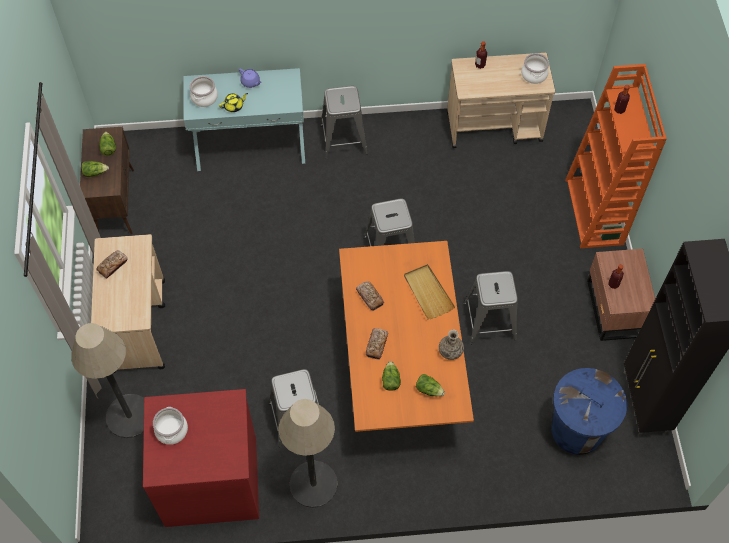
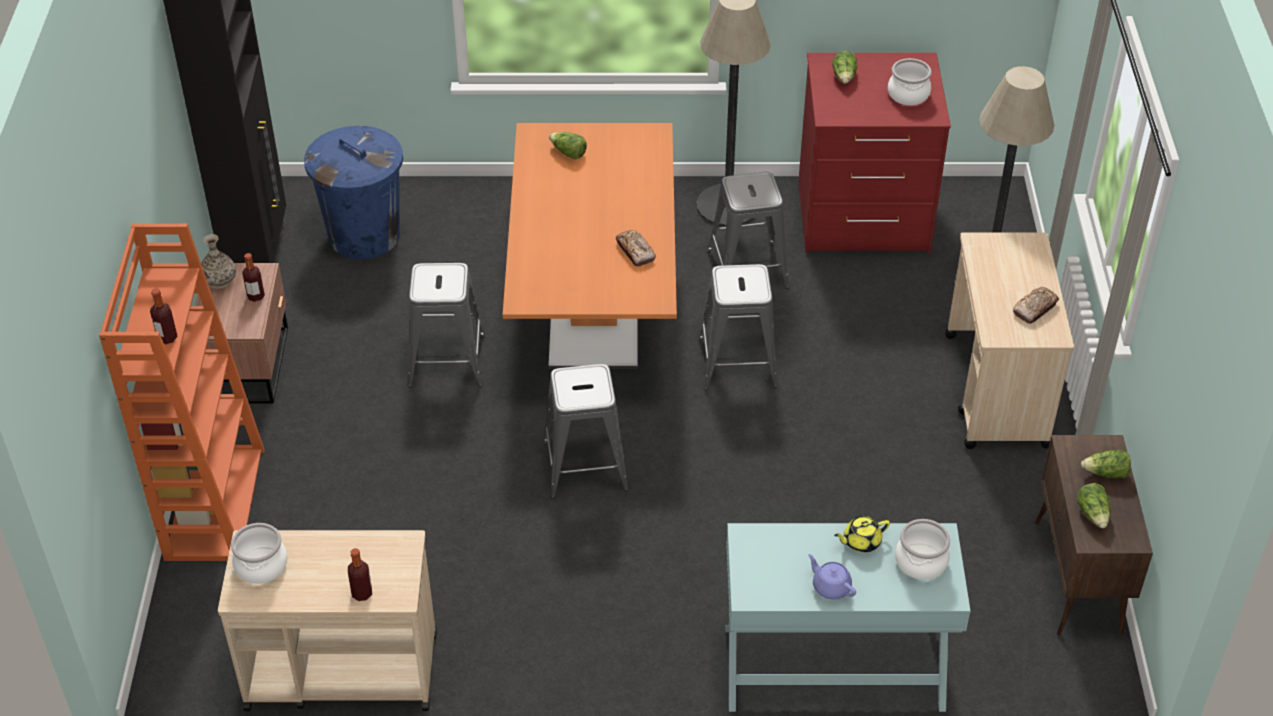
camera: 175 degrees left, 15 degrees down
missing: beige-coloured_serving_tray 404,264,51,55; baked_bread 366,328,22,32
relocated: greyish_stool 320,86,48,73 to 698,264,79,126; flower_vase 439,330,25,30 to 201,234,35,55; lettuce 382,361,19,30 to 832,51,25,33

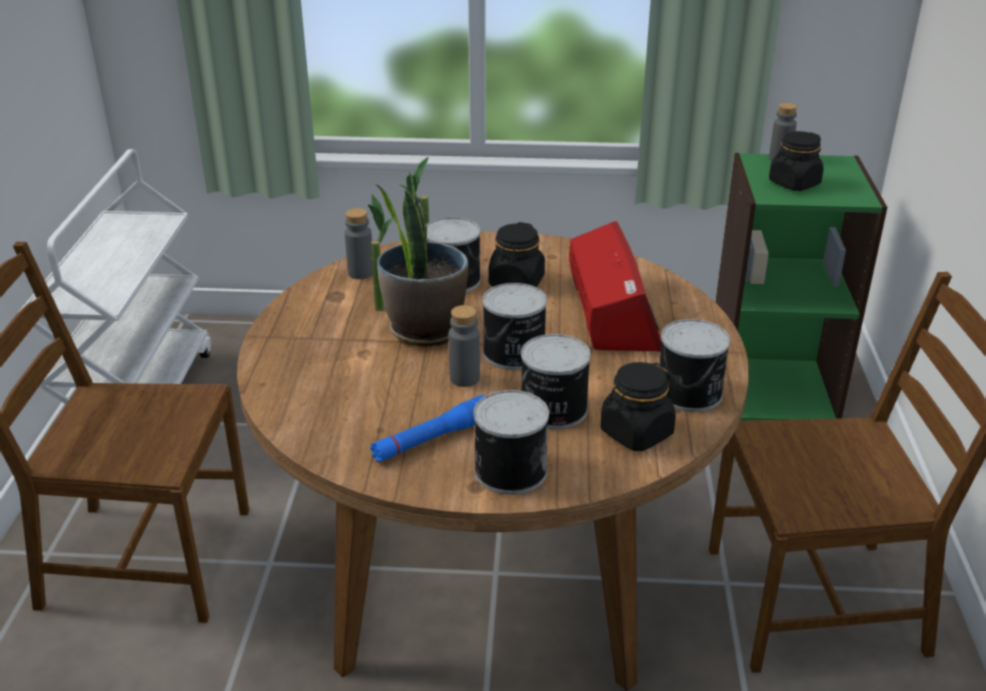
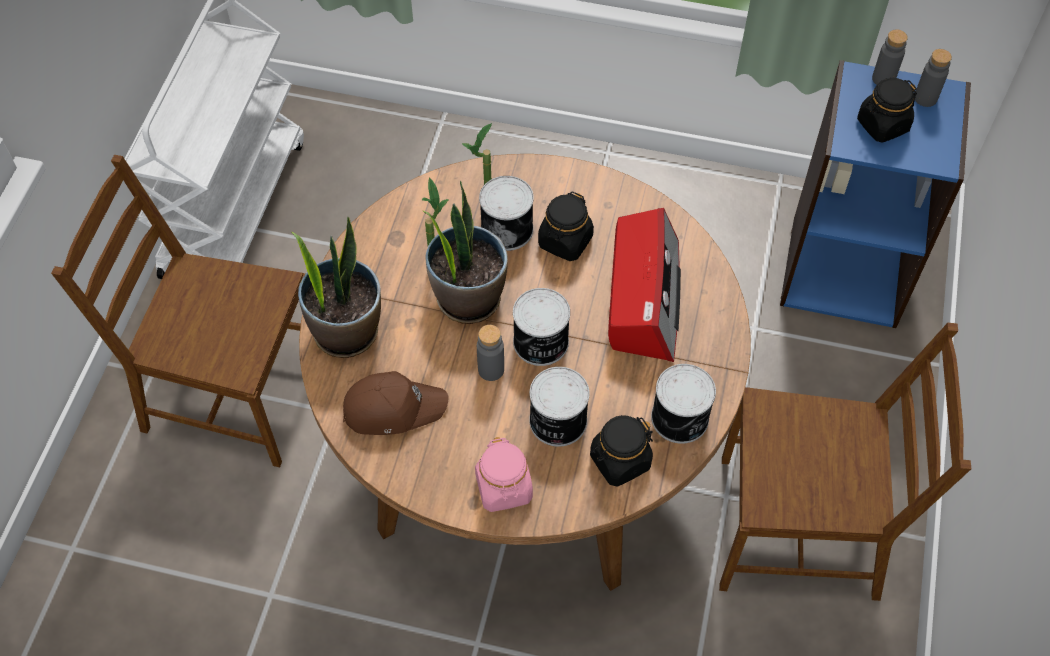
camera: 10 degrees right, 25 degrees up
missing: bluish_torch 370,395,115,67
appeared: houseplant 292,216,89,142; brown-coloured_peaked_cap 343,371,106,64
relocated: greyish_drink_bottle 345,208,28,71 to 915,49,37,58
exchanged: can 474,390,75,105 to pink-coloured_preserve_jar 475,437,58,75
colour: greenish_bookcase 715,153,172,267 to bluish_bookcase 780,60,191,268

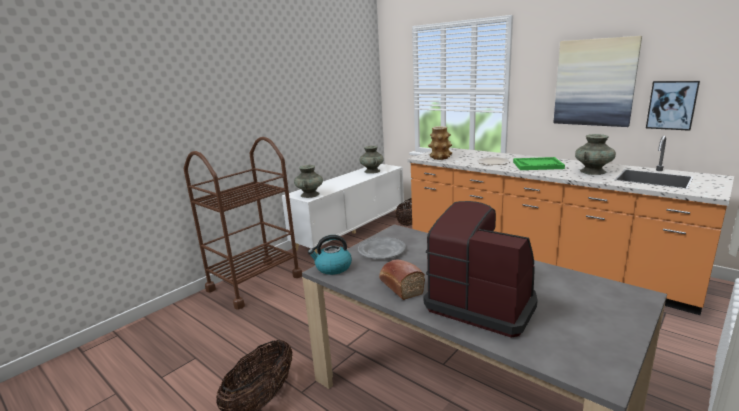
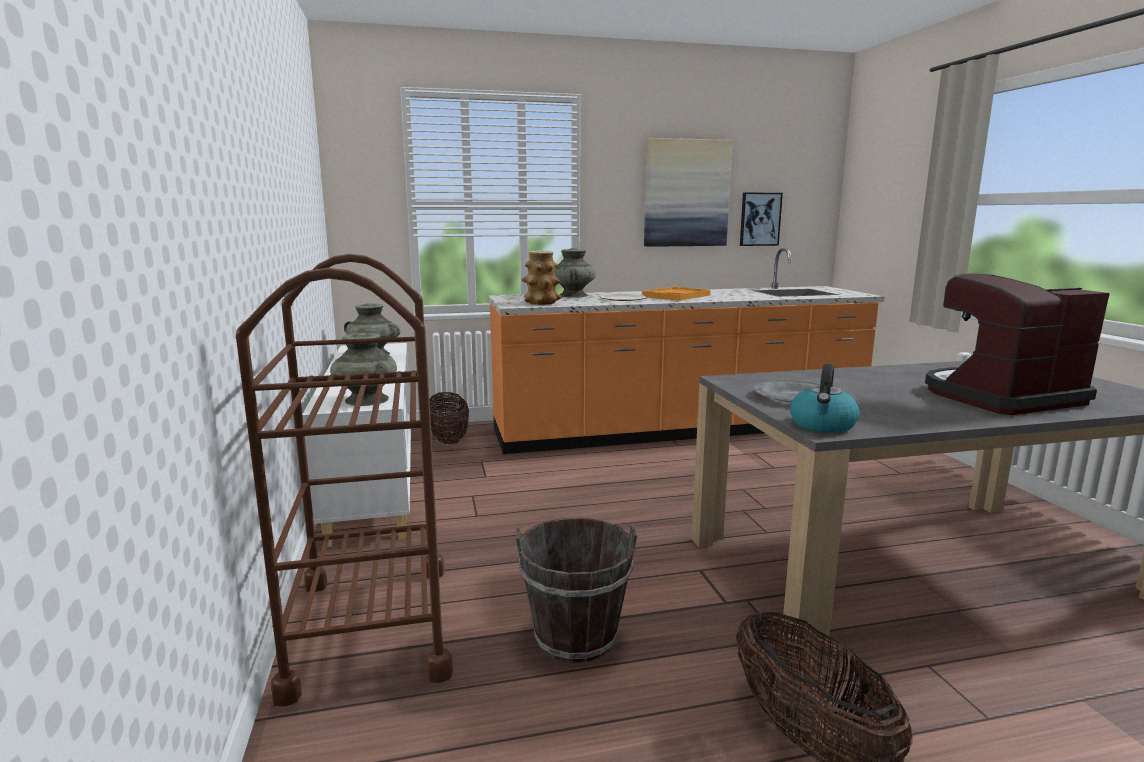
camera: 55 degrees left, 5 degrees down
missing: baked_bread 379,260,46,40
appeared: brown-coloured_bucket 516,518,121,145
relocated: blue-green_flower_vase 575,134,41,41 to 554,248,42,50
colour: greenish_serving_tray 513,157,52,13 to orange-coloured_serving_tray 642,287,68,14

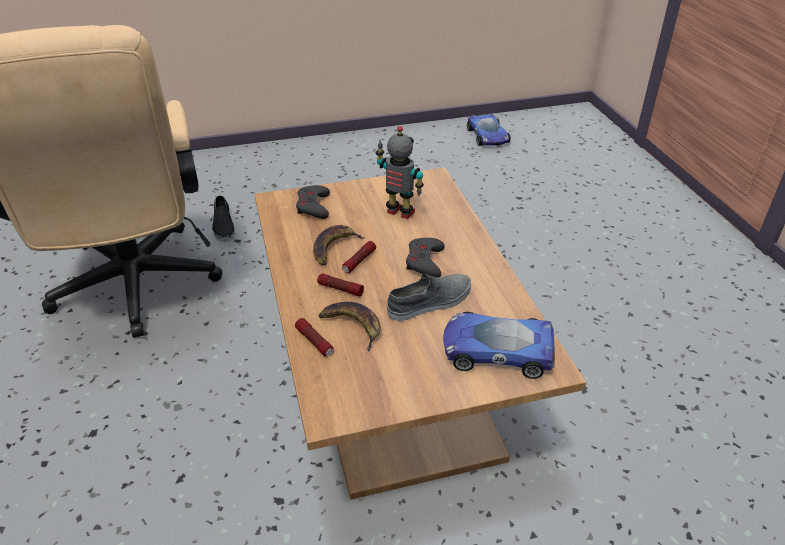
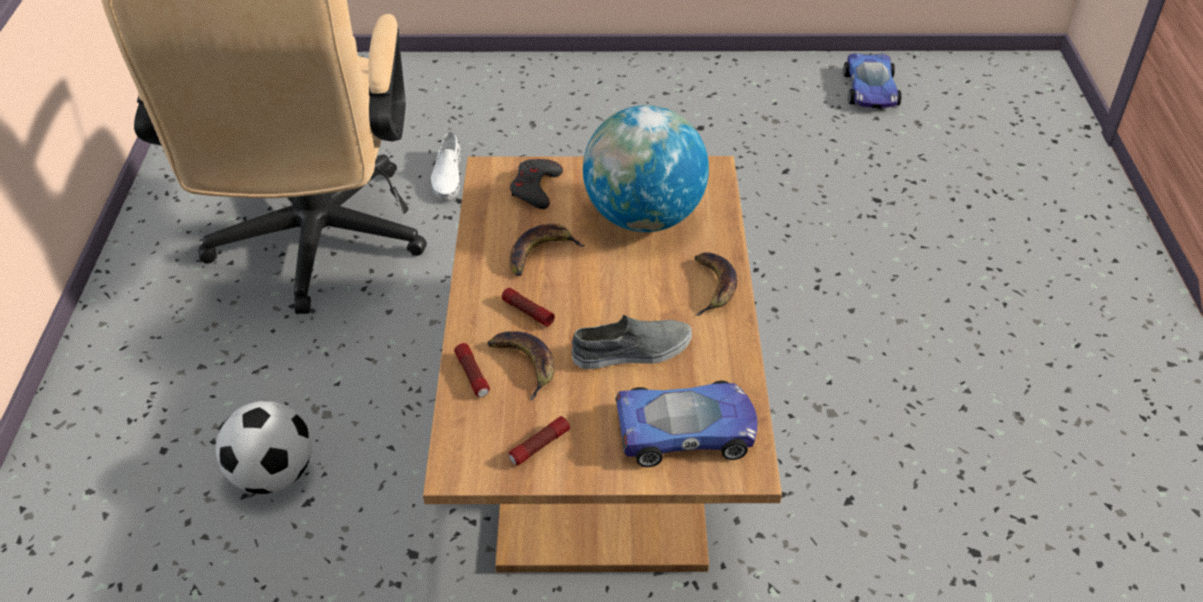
camera: 15 degrees right, 5 degrees up
missing: greyish_joypad 406,238,39,39
appeared: banana_fruit 694,252,43,64; football 216,401,96,93
relocated: torch 342,241,34,32 to 508,416,62,49
exchanged: robot_figure 376,126,48,93 to world_globe 583,105,126,127
colour: blackish_item_of_footwear 212,195,23,47 to white-coloured_item_of_footwear 431,132,30,69
spun: miniature_car 443,312,112,67 = 615,381,143,86 150 degrees clockwise

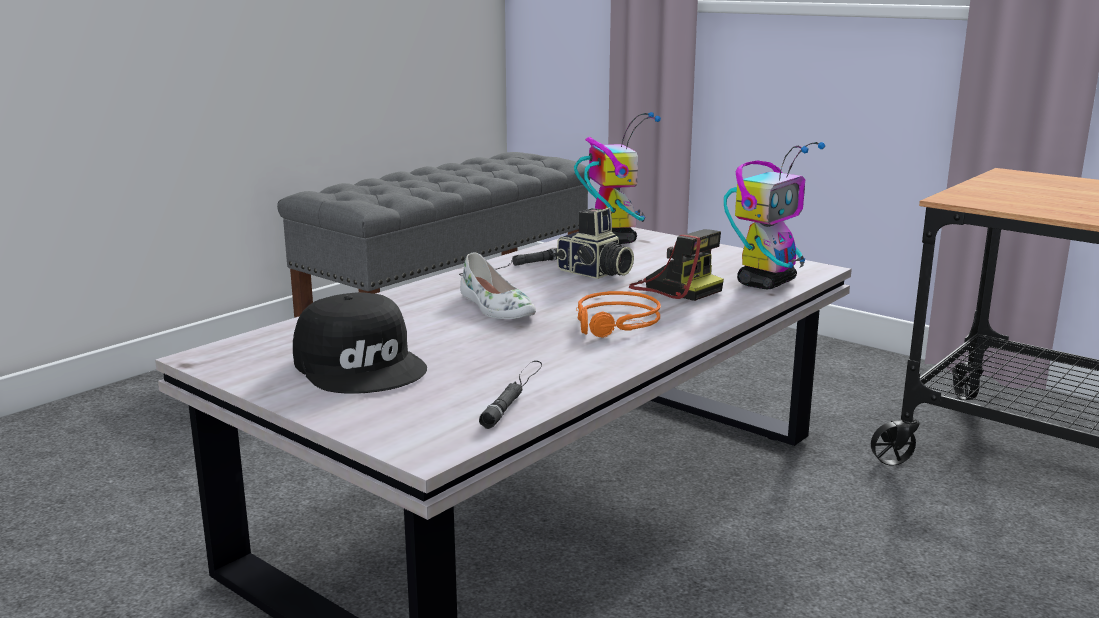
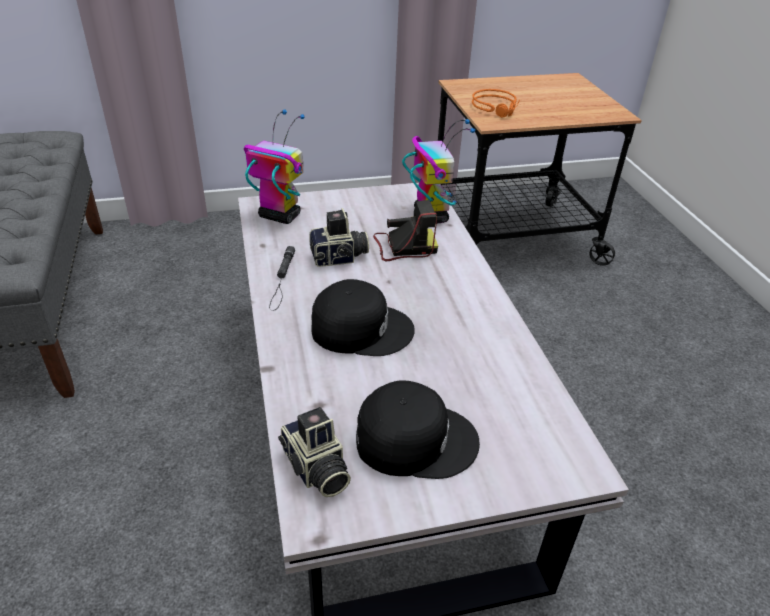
camera: 55 degrees left, 20 degrees up
missing: blackish_torch 479,361,63,68
appeared: photo_camera 278,407,73,90
relocated: orange-coloured_headphones 576,291,85,47 to 472,89,48,29
exchanged: white-coloured_item_of_footwear 460,252,76,67 to blackish_peaked_cap 311,279,104,77

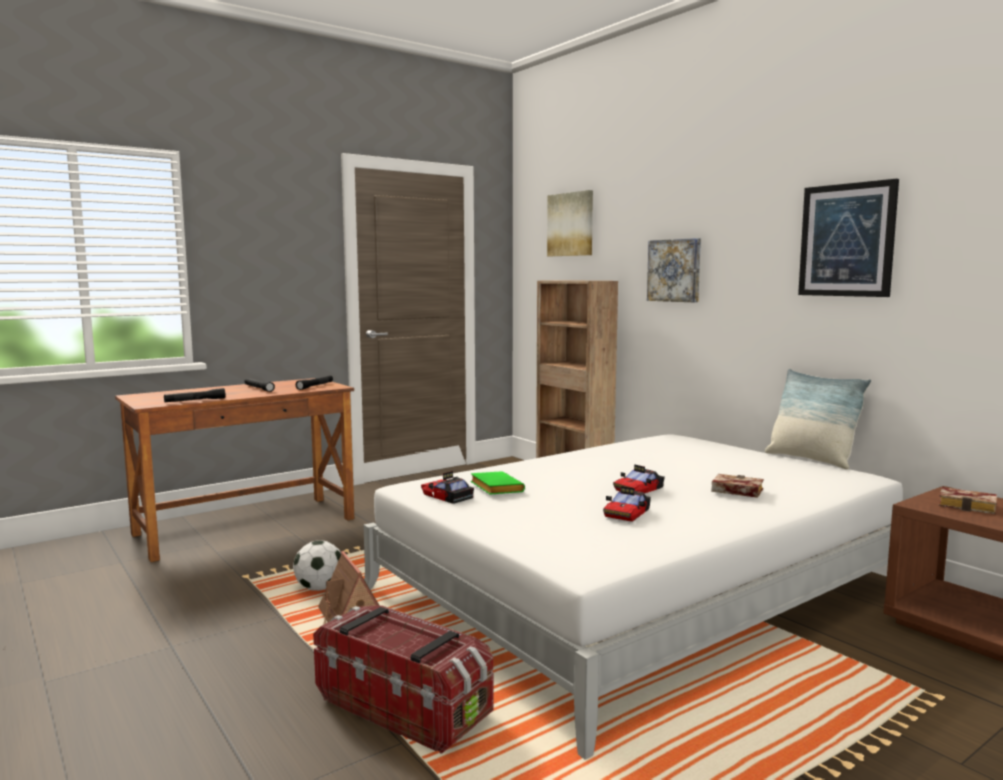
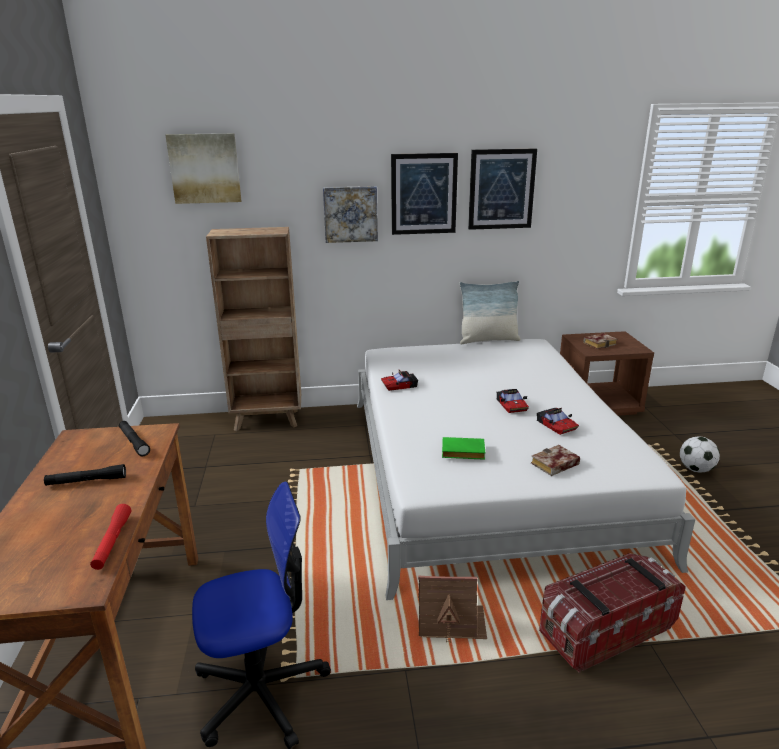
camera: 60 degrees left, 15 degrees up
appeared: wall_art 391,153,67,82; office_chair 192,481,139,268
relocated: miniature_car 421,471,53,33 to 381,370,37,21; book 711,474,53,24 to 531,445,49,31; football 293,540,48,51 to 680,436,40,36
colour: blackish_torch 164,388,62,15 to reddish_torch 90,504,42,66

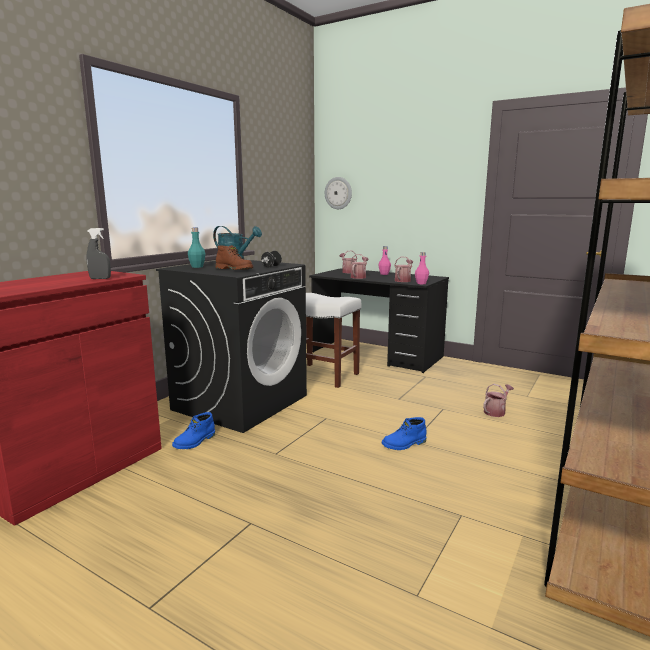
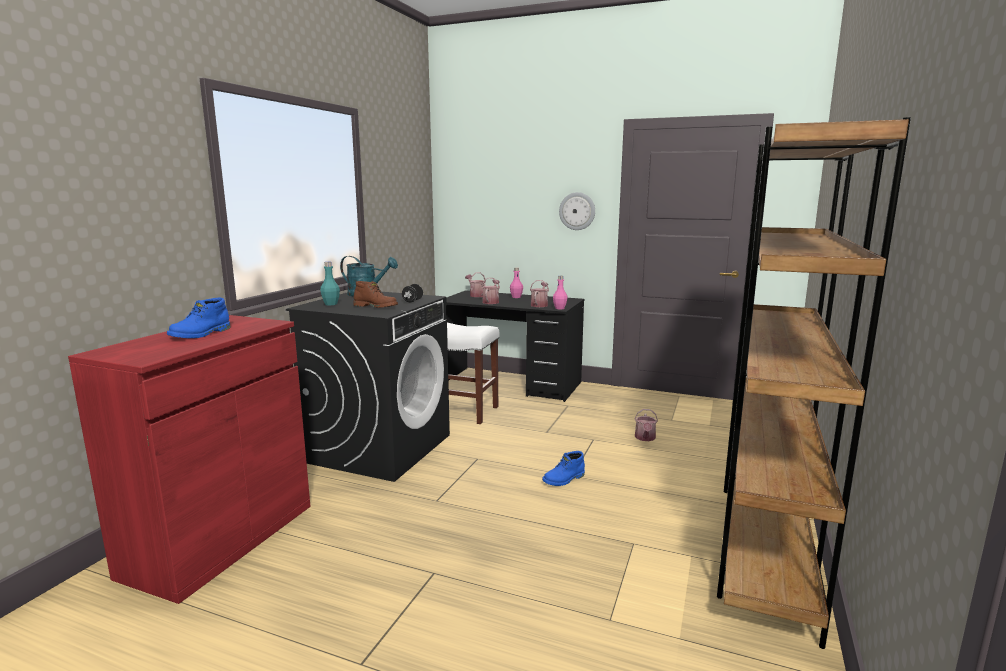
camera: 10 degrees left, 0 degrees up
missing: greyish_spray_bottle 86,228,25,51
relocated: hanging_clock 325,177,27,32 to 559,192,36,38; bluish_high-top_boot 172,412,43,37 to 167,298,63,40
spun: sprinkling_can 483,384,31,33 = 635,409,23,32 150 degrees clockwise

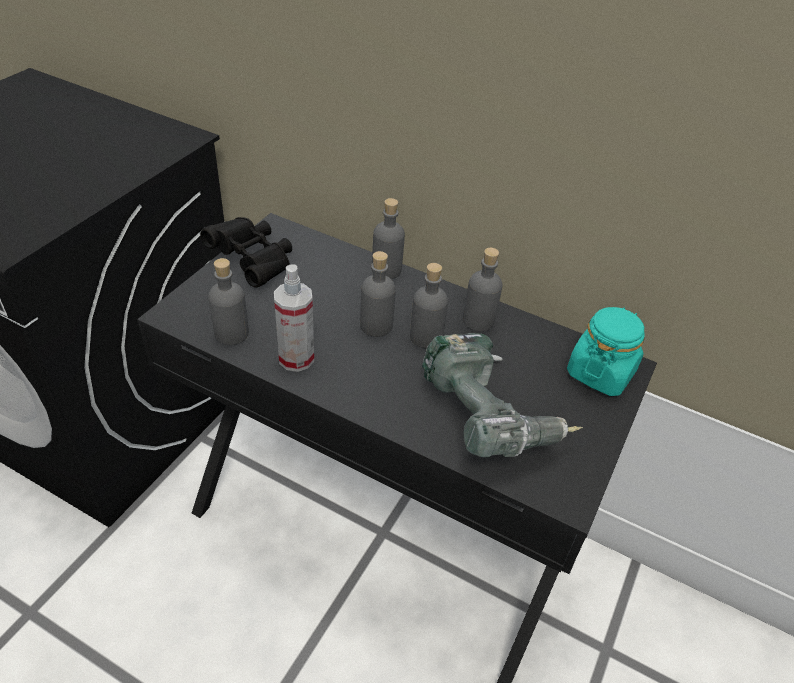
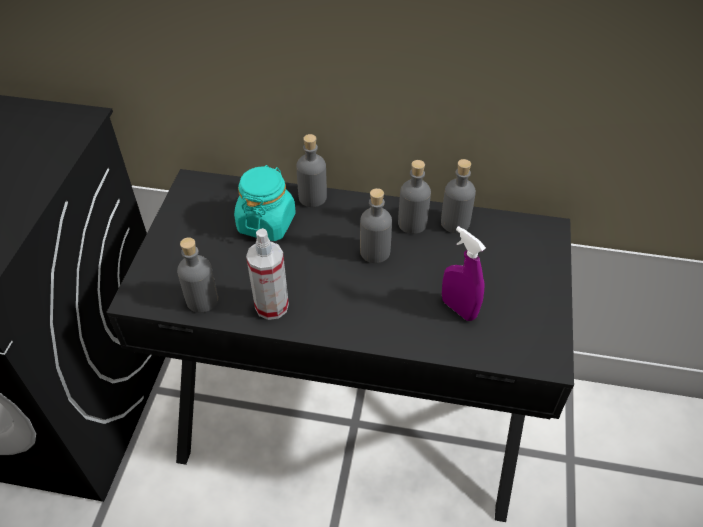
camera: 15 degrees left, 5 degrees up
missing: blackish_binoculars 200,217,92,71
relocated: greyish_drink_bottle 360,251,36,86 to 441,159,35,74; blue-green_preserve_jar 567,307,78,89 to 234,165,62,76
exchanged: drill 422,333,161,124 to purple-coloured_spray_bottle 442,226,44,95

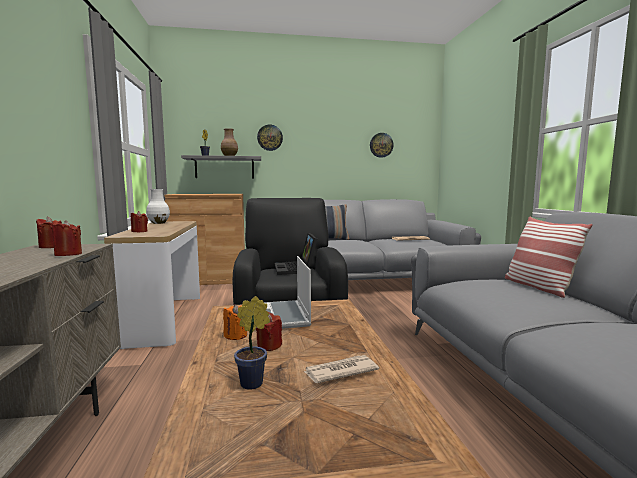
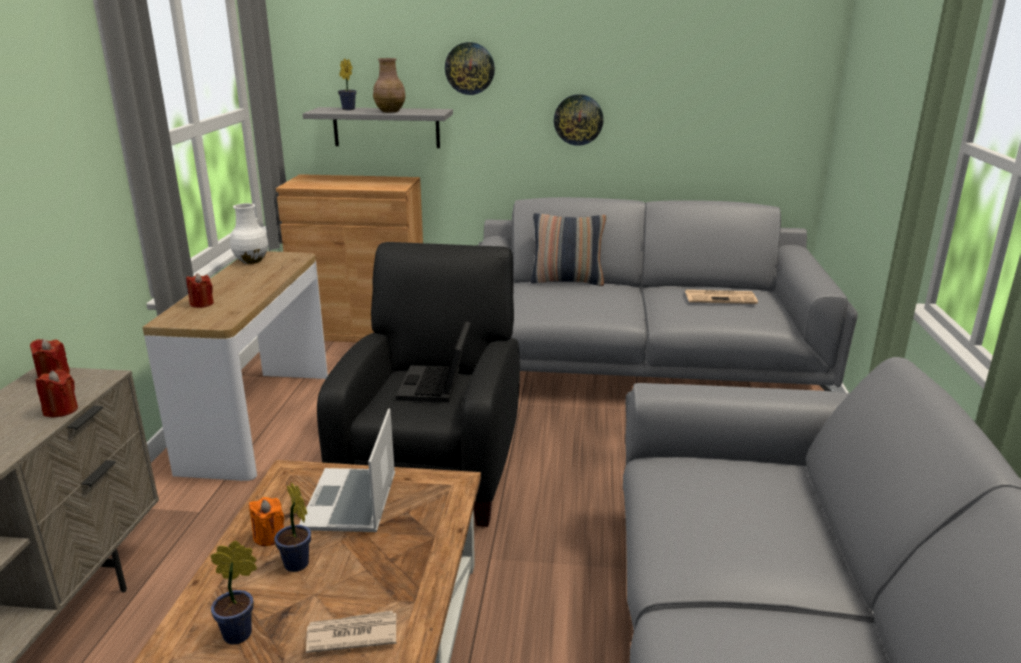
camera: 15 degrees right, 15 degrees up
missing: pillow 505,216,88,82
relocated: hanging_clock 370,133,24,25 to 554,94,49,52
exchanged: reddish_wax_candle 256,312,26,39 to houseplant 274,482,37,90

